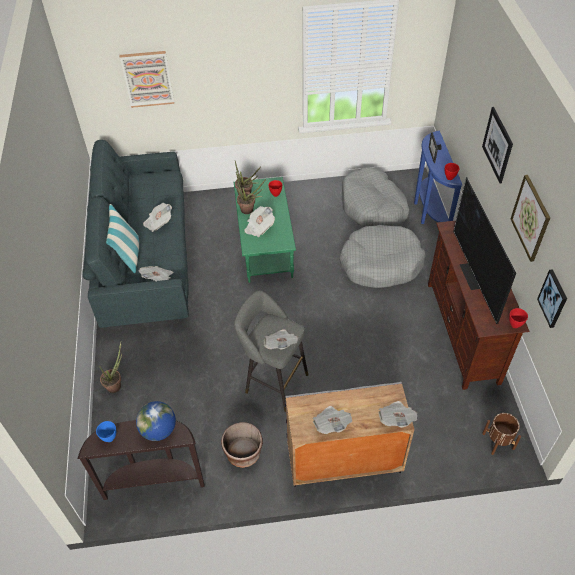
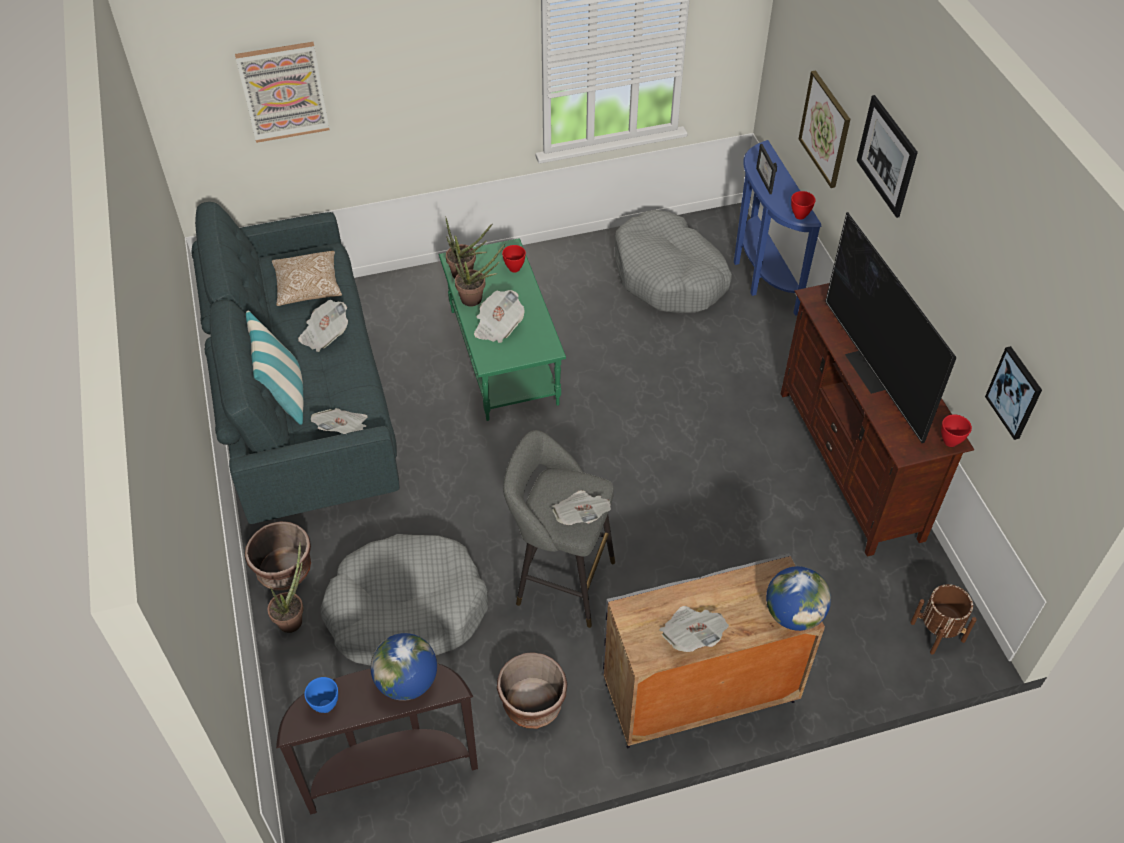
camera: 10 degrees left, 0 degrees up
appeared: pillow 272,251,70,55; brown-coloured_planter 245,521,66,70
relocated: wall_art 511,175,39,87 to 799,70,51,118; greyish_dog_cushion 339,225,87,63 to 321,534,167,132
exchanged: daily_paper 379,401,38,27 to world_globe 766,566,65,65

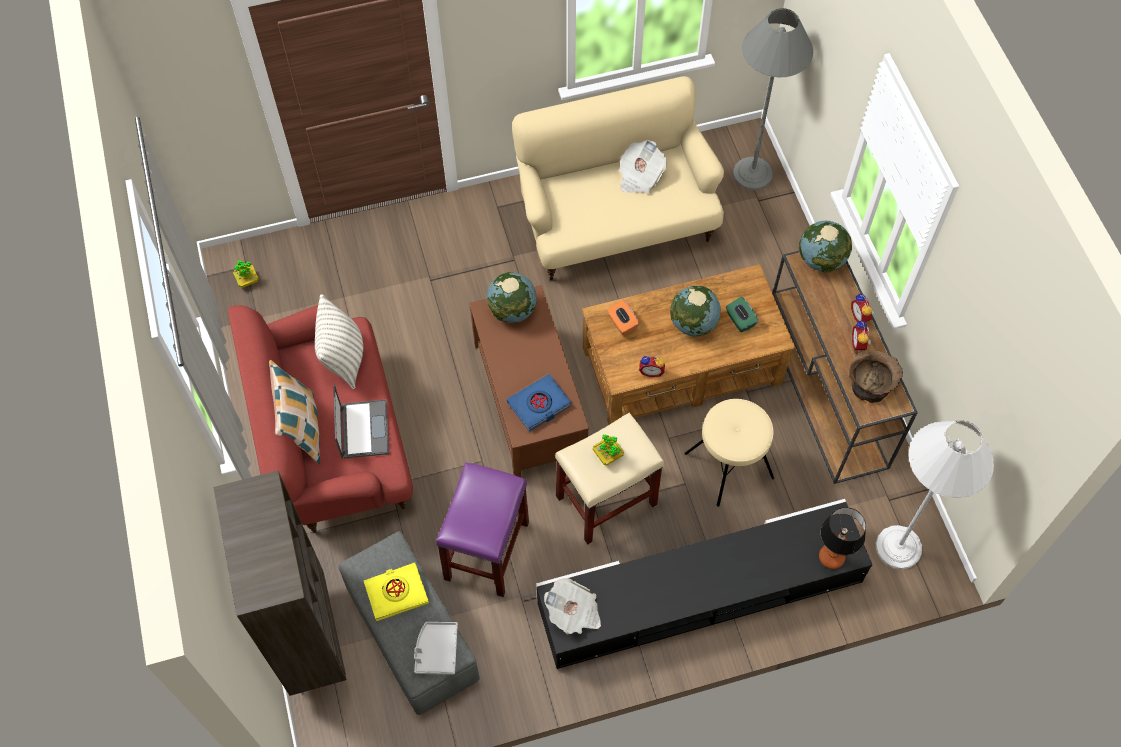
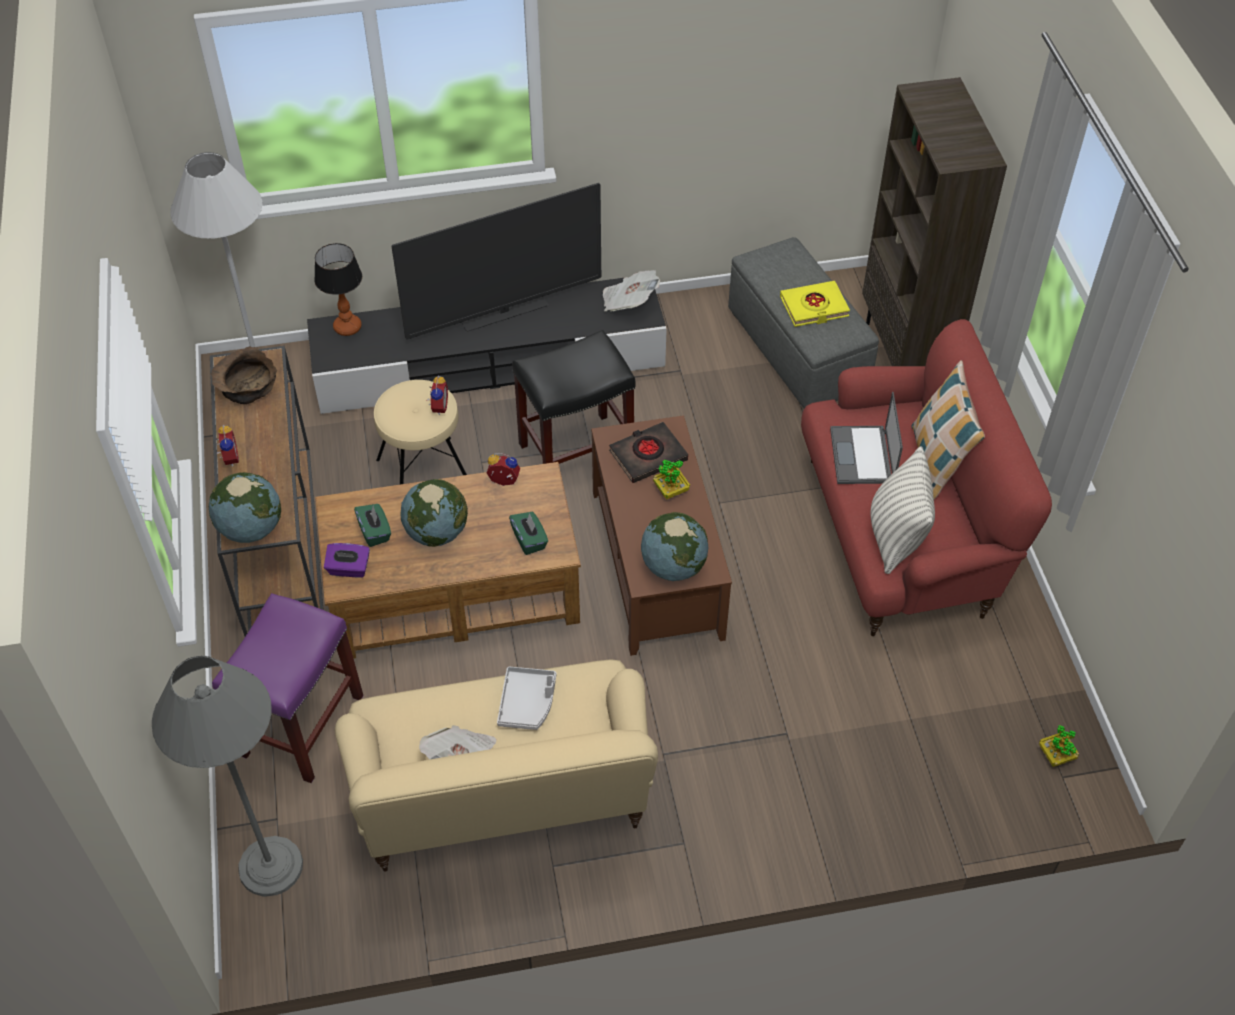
camera: 175 degrees left, 10 degrees down
appeared: television 392,183,209,156; purple-coloured_tissue_holder 324,543,46,35
relocated: table_clock 852,321,19,31 to 427,375,21,40; houseplant 593,434,31,32 to 653,460,37,40; purple-coloured_stool 436,462,93,135 to 212,593,151,190; greyish_serving_tray 414,622,44,52 to 497,667,59,63
colour: orange-coloured_tissue_holder 607,300,33,35 to greenish_tissue_holder 509,512,39,43; bluish_book 507,374,65,58 to blackish_book 609,422,79,61; beige-coloured_stool 555,413,109,132 to blackish_stool 512,330,124,134

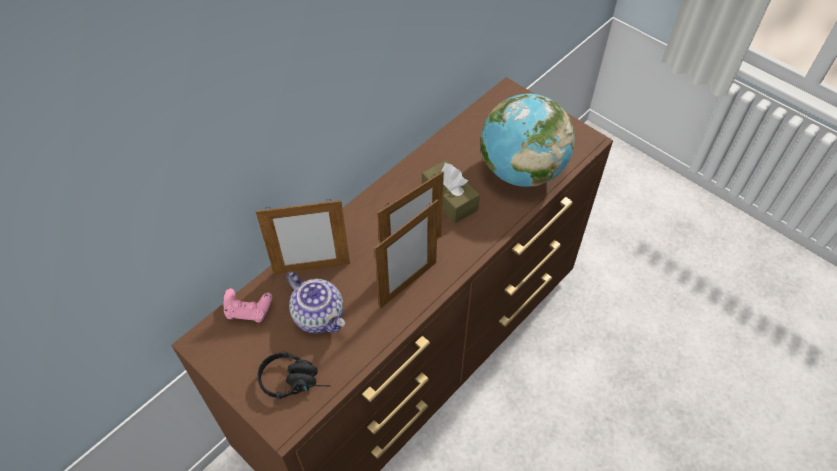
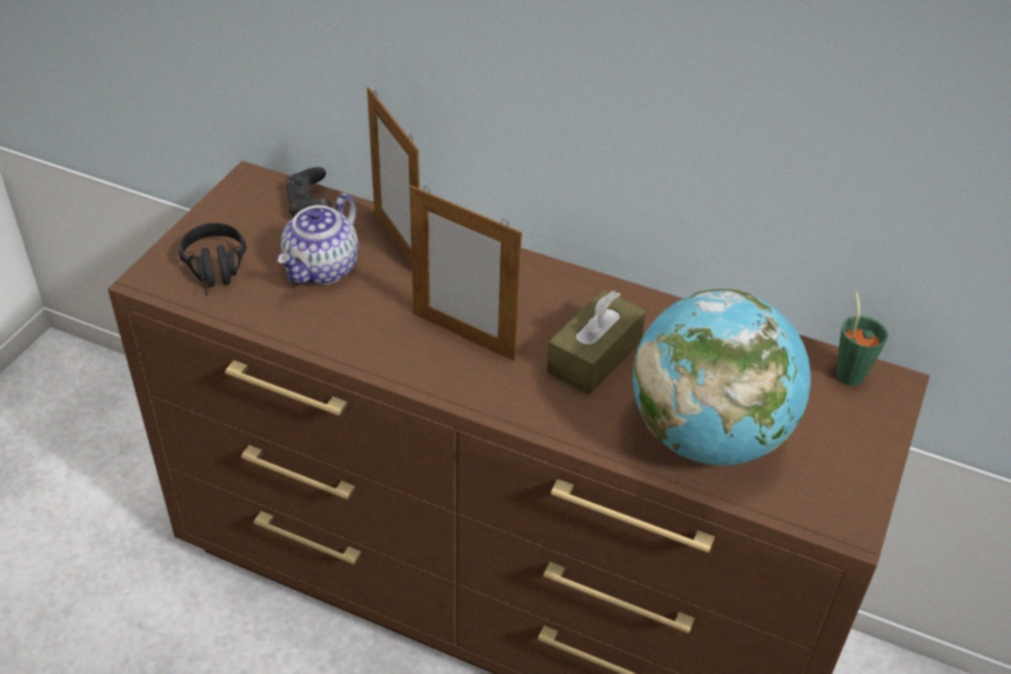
camera: 70 degrees right, 10 degrees down
missing: picture_frame 375,199,63,110
appeared: greenish_drinking_cup 836,292,52,94
colour: pink-coloured_joypad 223,288,49,34 to blackish_joypad 286,167,45,50

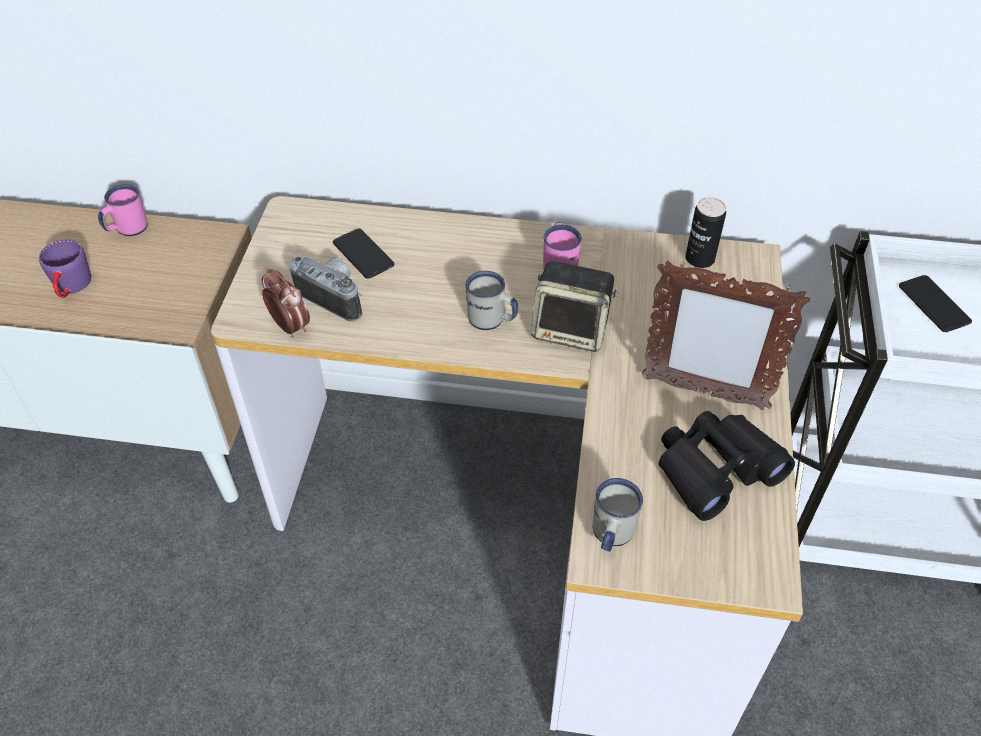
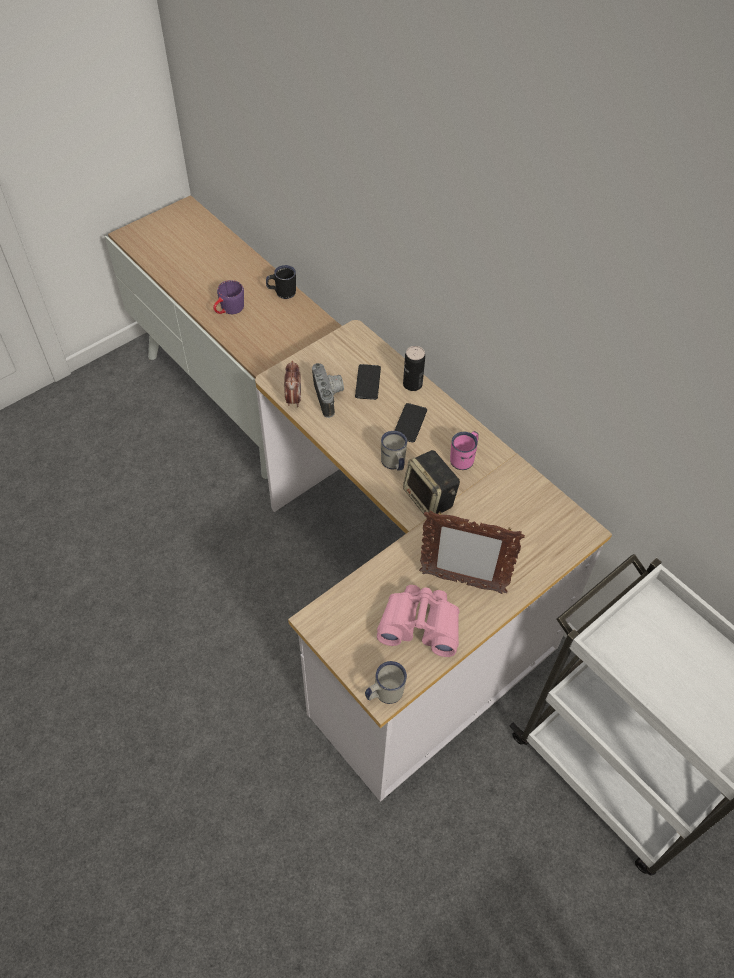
camera: 40 degrees right, 5 degrees up
relocated: can 685,197,41,71 to 403,346,22,45; telephone 899,275,73,57 to 394,403,33,40; white-coloured_coffee_mug 593,478,50,74 to 365,661,42,43
colour: pink-coloured_coffee_mug 98,184,50,52 to blackish_coffee_mug 266,265,30,34; blackish_binoculars 659,411,136,110 to pink-coloured_binoculars 377,585,82,72
spun: picture_frame 642,261,168,149 = 419,510,106,84 45 degrees counterclockwise

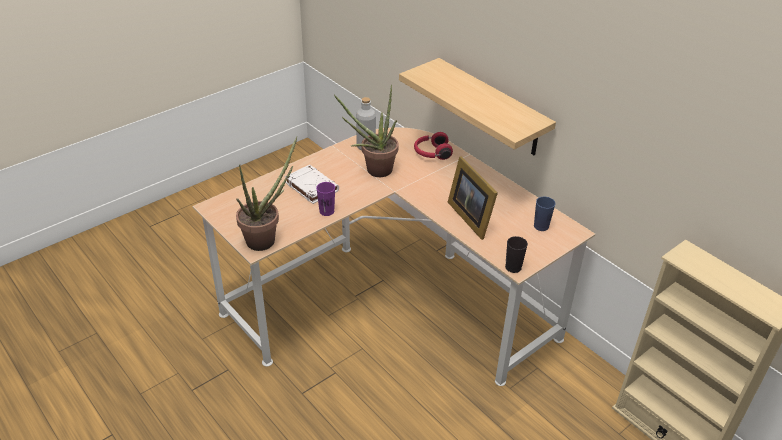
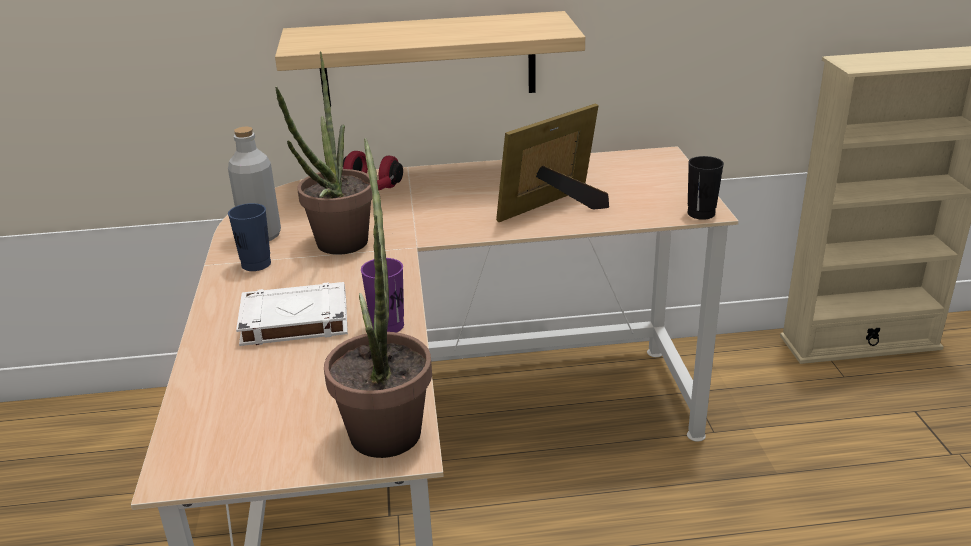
camera: 55 degrees left, 10 degrees down
relocated: bluish_drinking_cup 534,197,22,34 to 228,203,43,68
spun: picture_frame 448,156,50,84 = 496,104,113,118 135 degrees clockwise

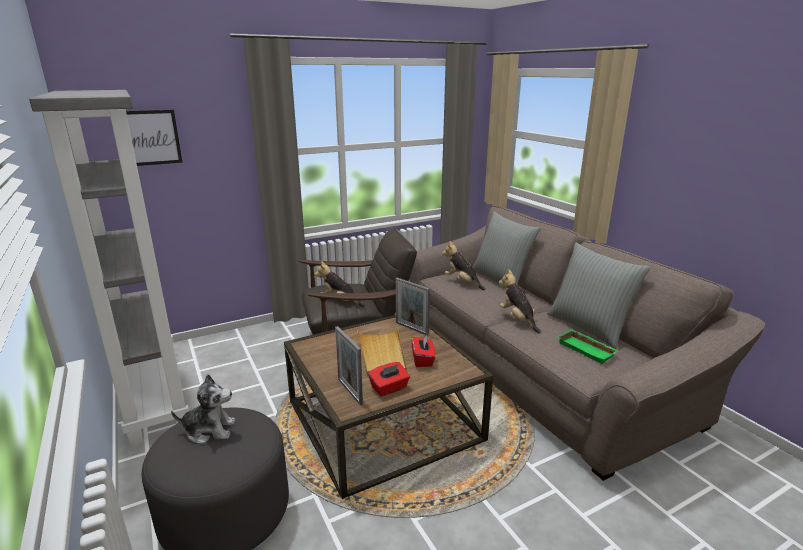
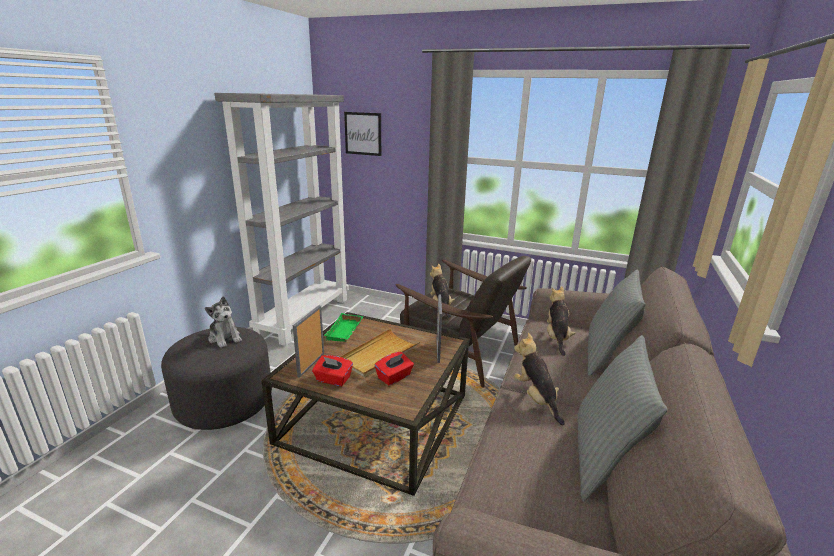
camera: 50 degrees right, 0 degrees up
relocated: greenish_serving_tray 557,329,61,35 to 324,313,39,29
spun: plush_toy 498,270,43,64 = 514,333,51,92 45 degrees counterclockwise

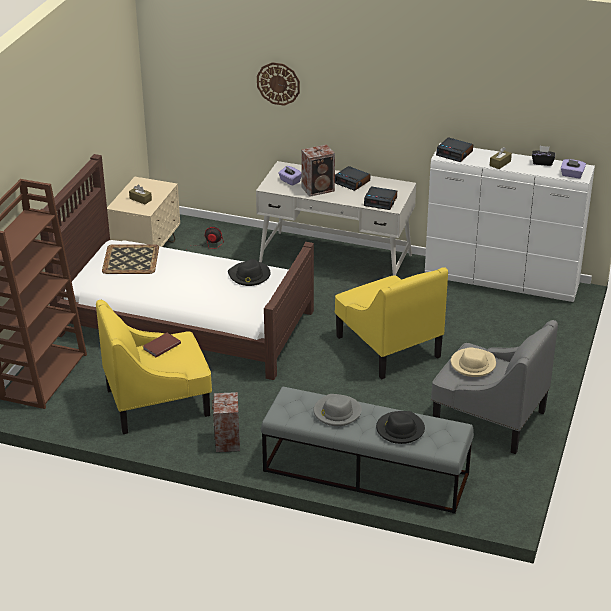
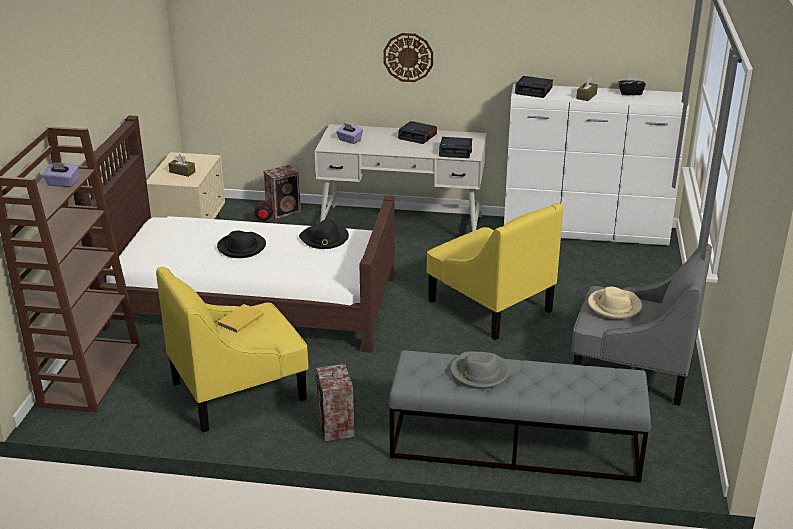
camera: 10 degrees left, 5 degrees down
missing: serving_tray 102,244,57,30
relocated: hanging_clock 257,62,43,44 to 384,33,49,49; loudspeaker 301,144,34,53 to 264,165,37,54; purple-coloured_tissue_holder 561,159,25,19 to 42,162,37,25; blackish_wearable_hat 376,411,49,33 to 217,231,49,27
colour: brown-coloured_book 143,333,38,24 to yellow-coloured_book 217,304,46,29

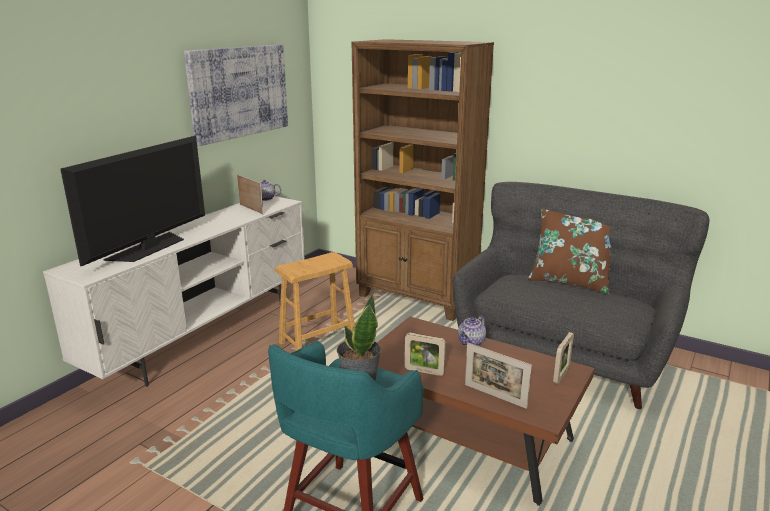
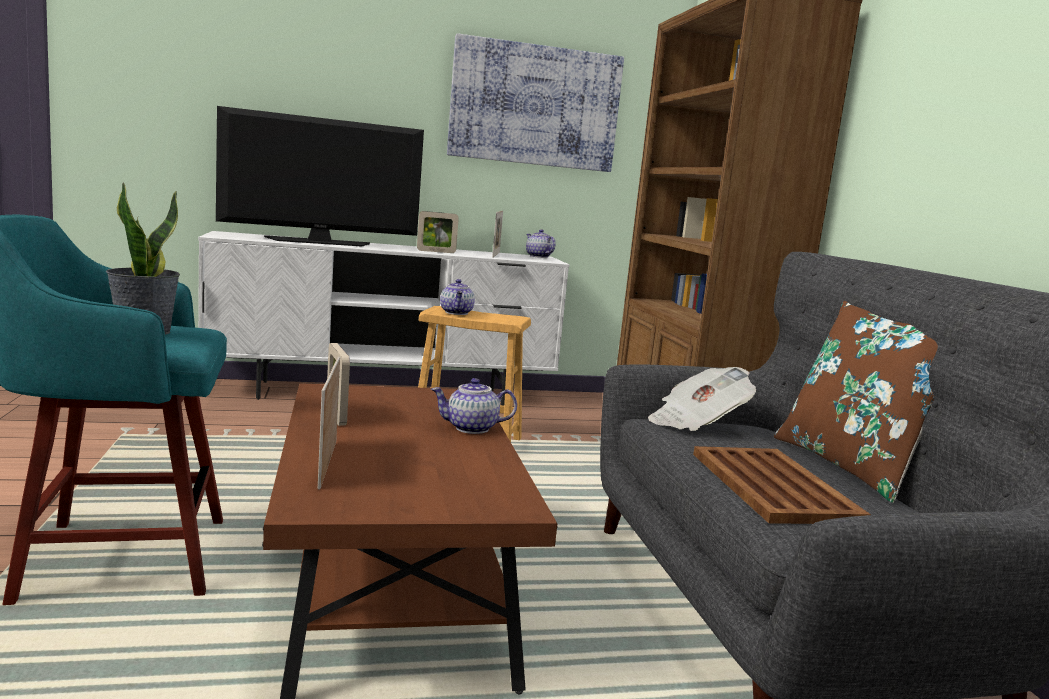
camera: 45 degrees right, 10 degrees down
appeared: tea_pot 440,279,35,36; daily_paper 648,367,108,64; brown-coloured_serving_tray 693,446,178,78
relocated: picture_frame 553,332,21,52 to 417,211,42,42

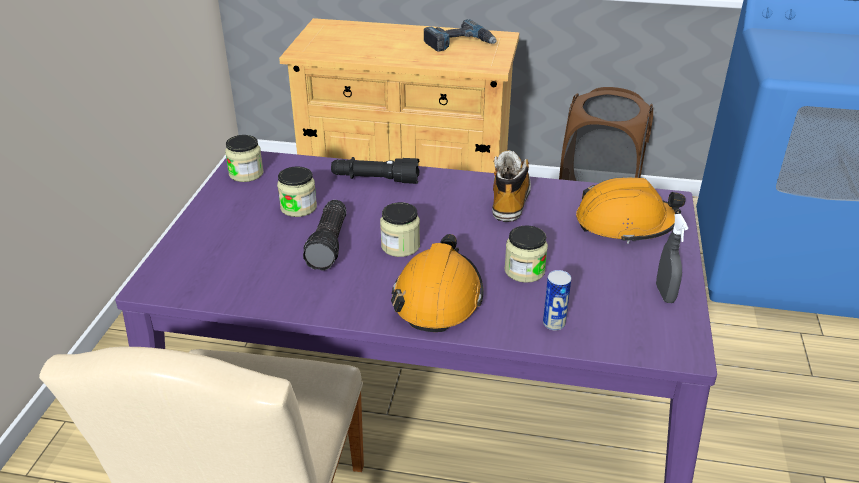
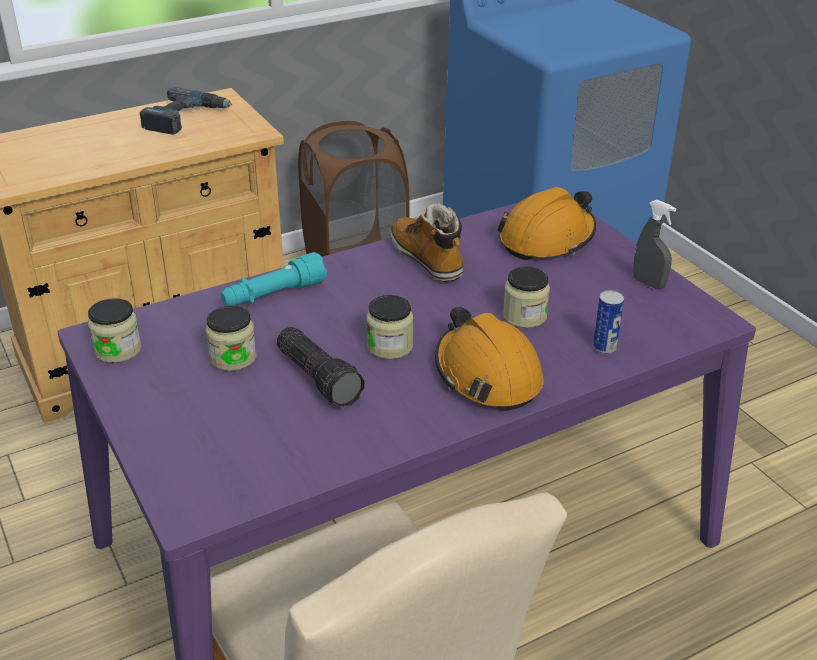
camera: 40 degrees left, 0 degrees up
colour: blackish_torch 331,157,89,27 to blue-green_torch 221,252,106,54

